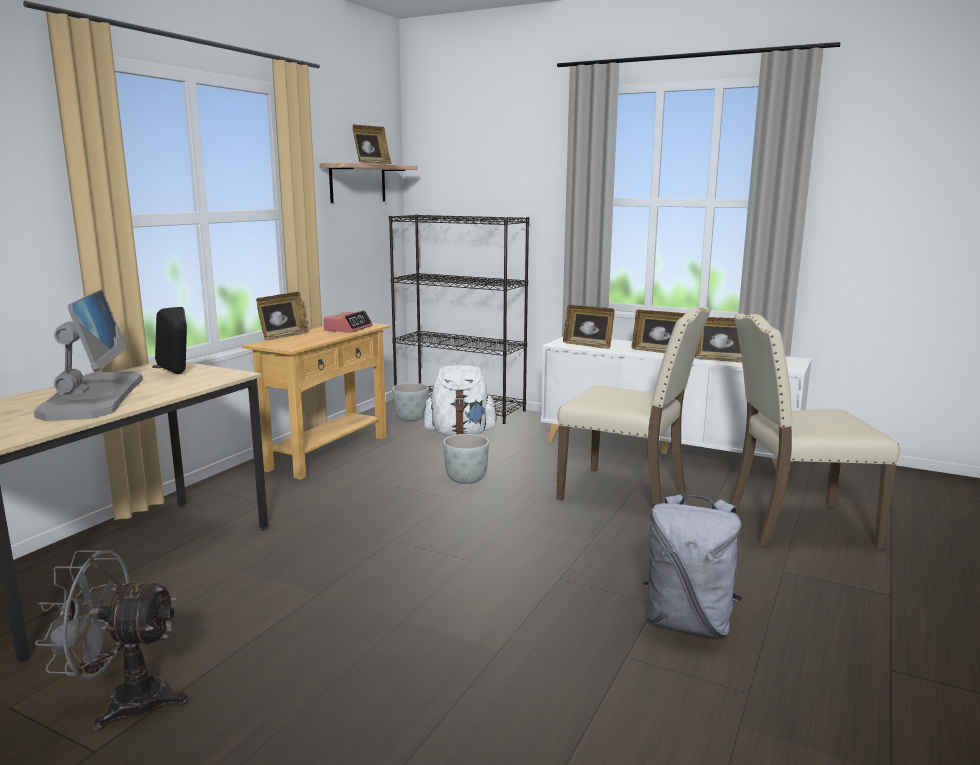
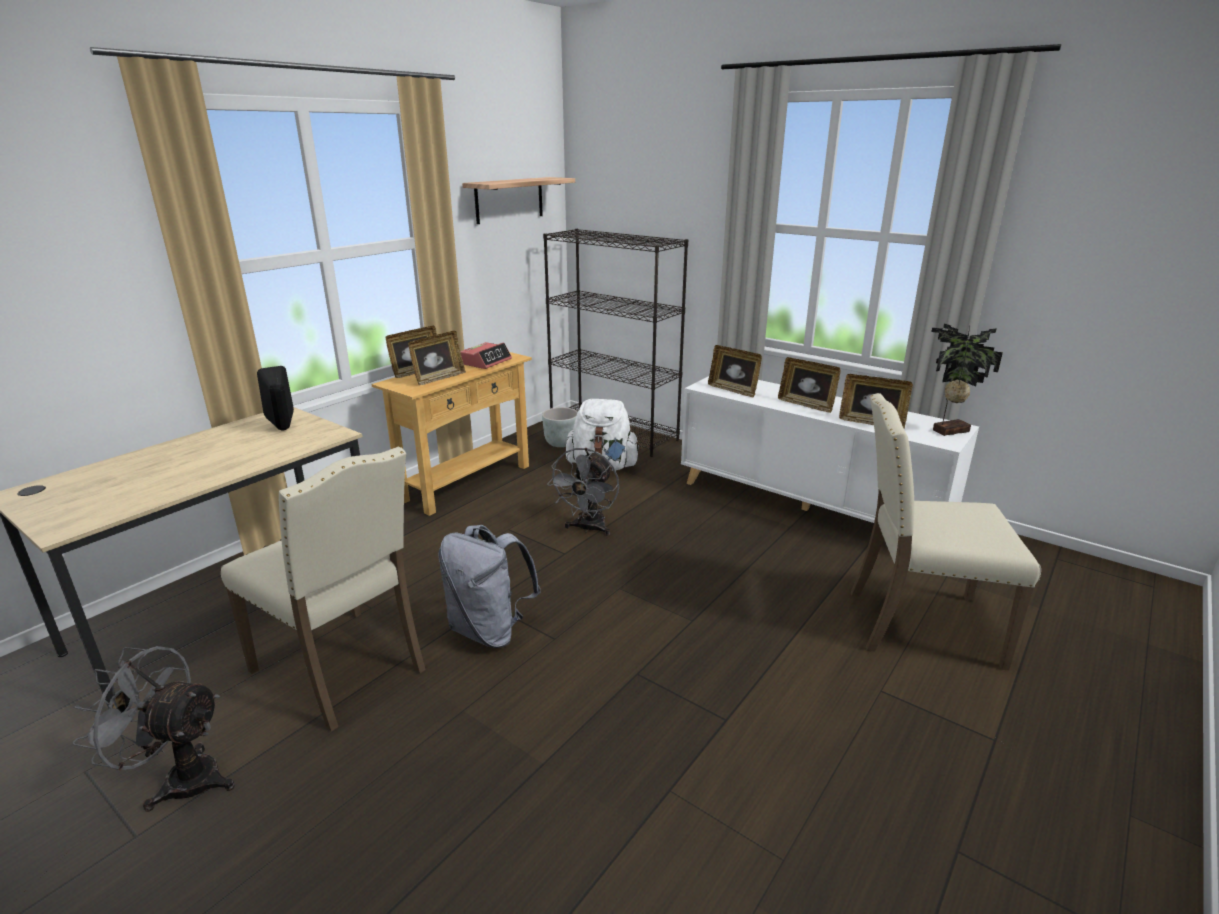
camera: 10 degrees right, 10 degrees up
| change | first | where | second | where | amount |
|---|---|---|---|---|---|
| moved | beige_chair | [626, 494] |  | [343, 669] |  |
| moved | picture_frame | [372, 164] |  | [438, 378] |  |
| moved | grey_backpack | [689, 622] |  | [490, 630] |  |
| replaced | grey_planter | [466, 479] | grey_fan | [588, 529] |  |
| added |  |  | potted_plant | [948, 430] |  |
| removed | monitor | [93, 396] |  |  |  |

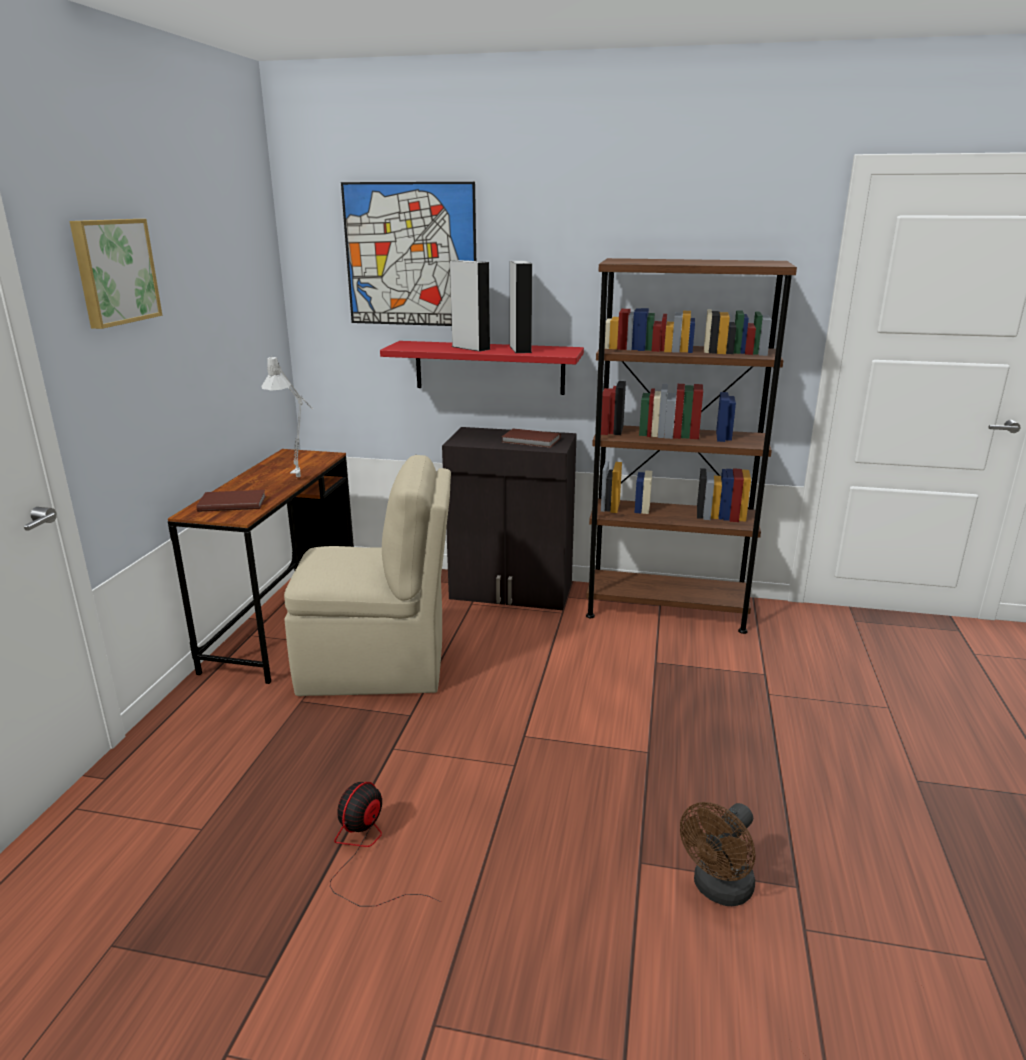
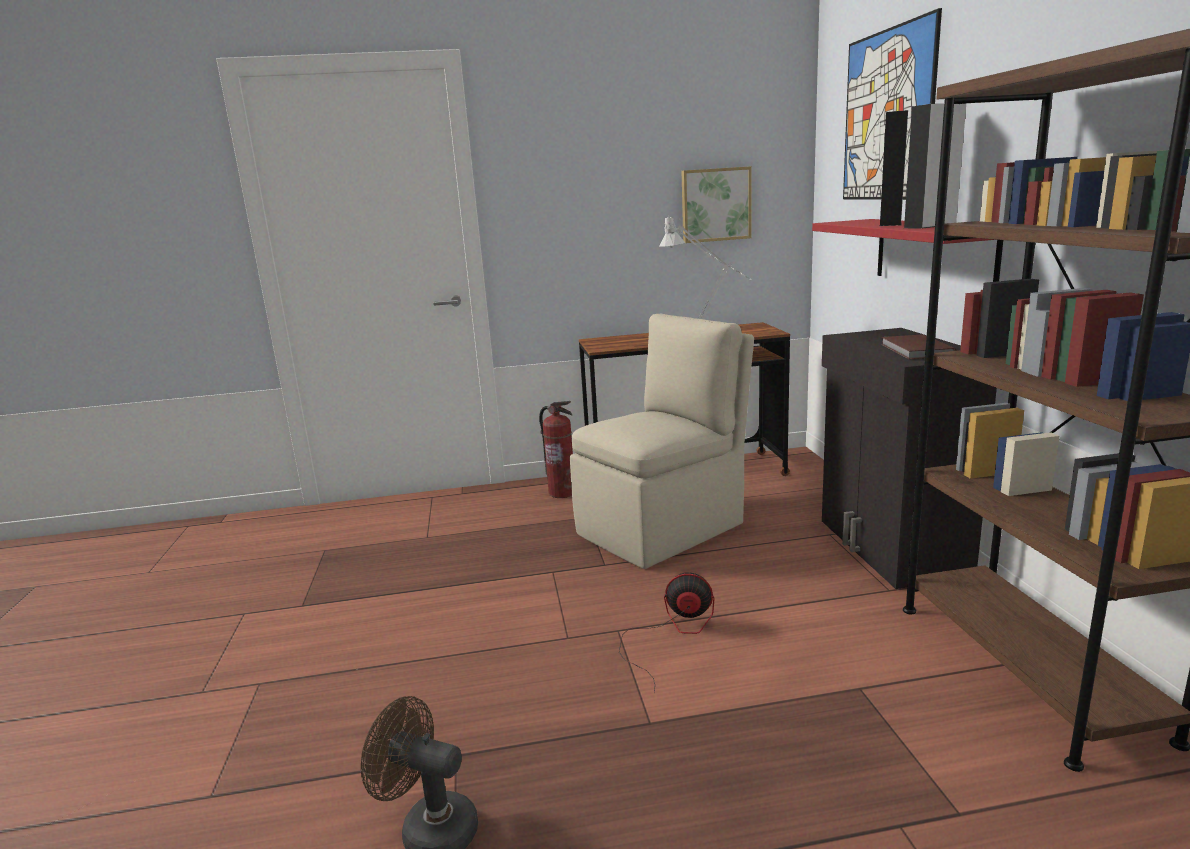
camera: 70 degrees right, 5 degrees down
| change | first | where | second | where | amount |
|---|---|---|---|---|---|
| added |  |  | fire_extinguisher | [562, 492] |  |
| turned | beige_chair | [377, 666] |  | [663, 528] | 105 degrees counterclockwise |
| moved | fan | [366, 853] |  | [671, 634] |  |
| moved | picture | [114, 271] |  | [715, 205] |  |
| removed | brown_book | [232, 503] |  |  |  |

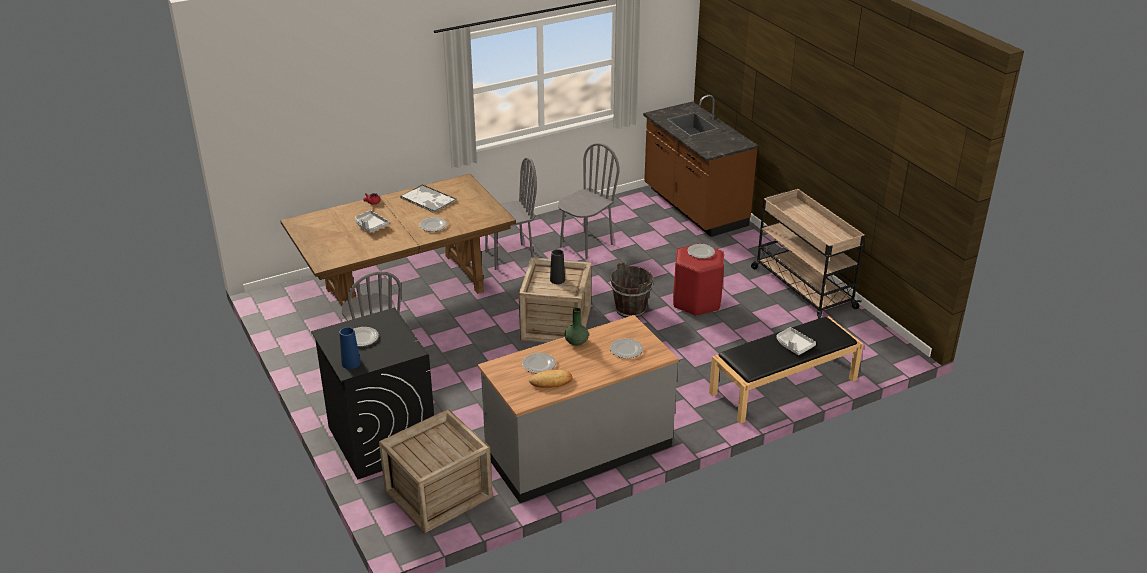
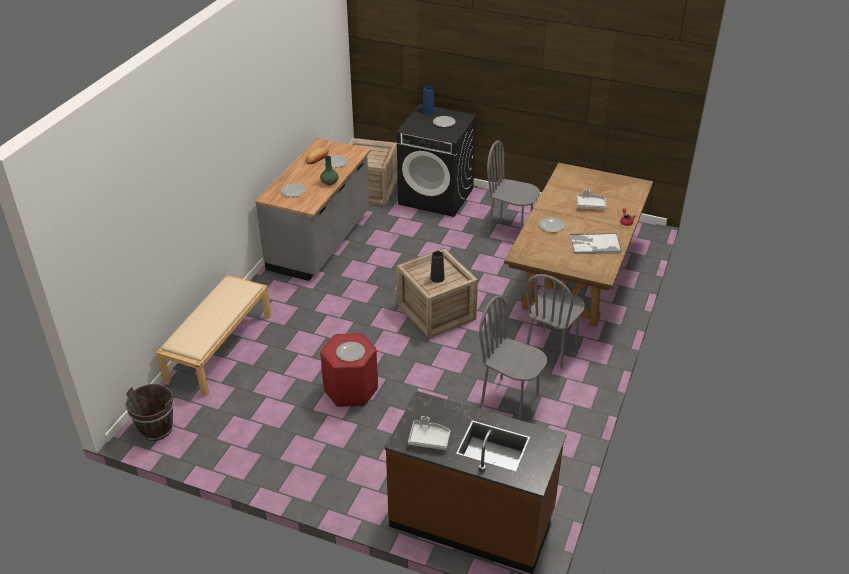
camera: 140 degrees right, 5 degrees up
| change | first | where | second | where | amount |
|---|---|---|---|---|---|
| moved | brown_bucket | [630, 309] |  | [156, 429] |  |
| recoloured | black_bench | [783, 387] | beige_bench | [219, 347] |  |
| moved | grey_tray | [794, 345] |  | [429, 439] |  |
| turned | grey_chair | [586, 245] |  | [510, 399] | 120 degrees clockwise |
| removed | beige_cart | [802, 287] |  |  |  |

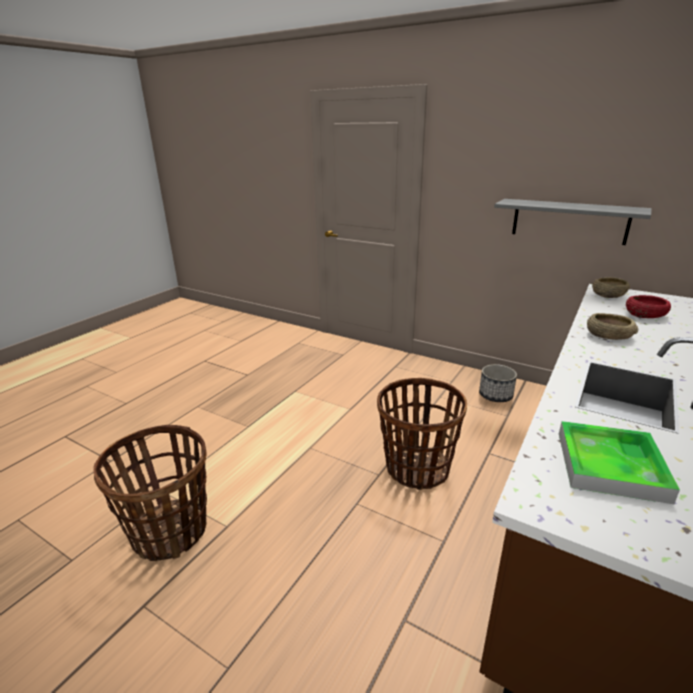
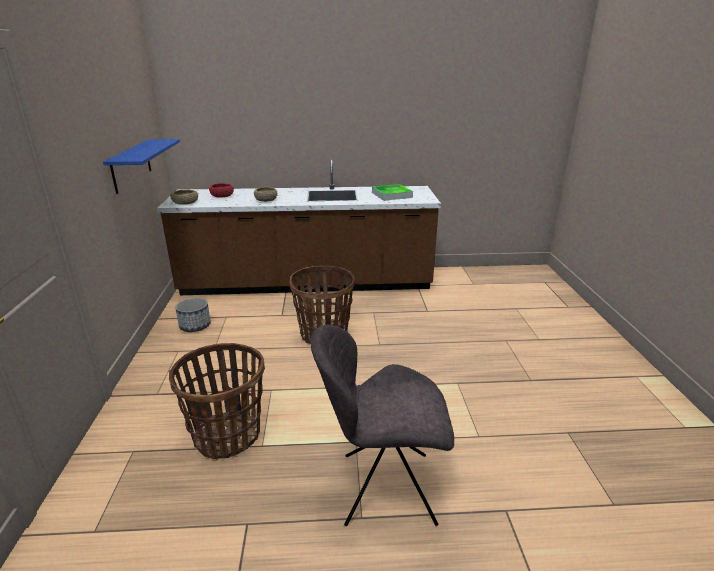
camera: 125 degrees left, 0 degrees up
| change | first | where | second | where | amount |
|---|---|---|---|---|---|
| recoloured | grey_shelf | [569, 221] | blue_shelf | [131, 165] |  |
| moved | basket | [170, 531] |  | [227, 435] |  |
| added |  |  | grey_chair | [383, 488] |  |

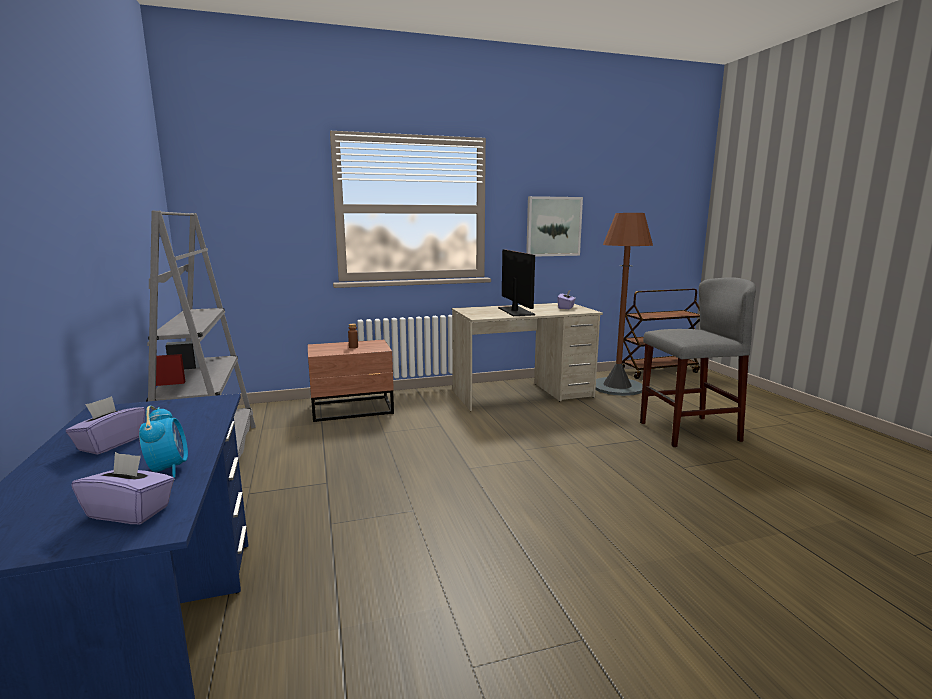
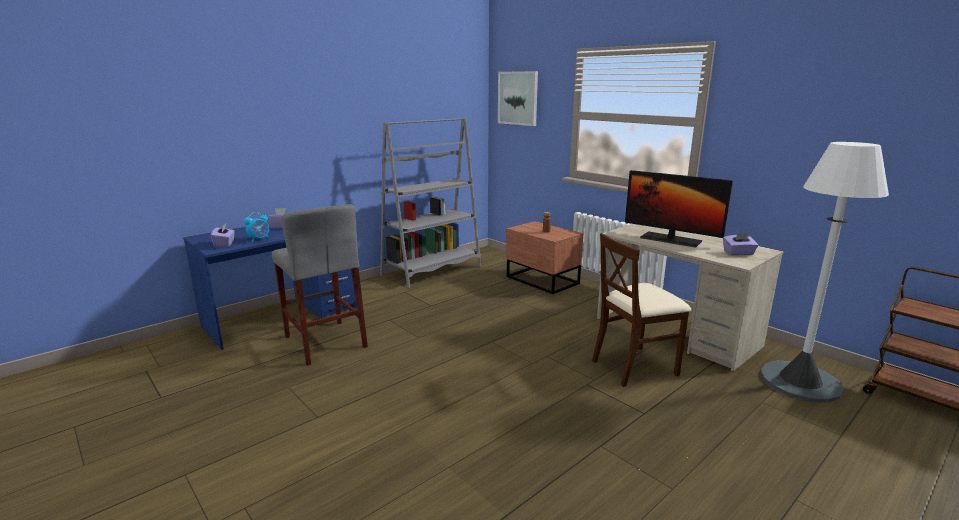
camera: 65 degrees right, 5 degrees up
| change | first | where | second | where | amount |
|---|---|---|---|---|---|
| moved | grey_stool | [688, 431] |  | [325, 341] |  |
| moved | picture | [553, 226] |  | [518, 98] |  |
| added |  |  | beige_chair | [634, 366] |  |
| turned | monitor | [516, 311] |  | [670, 239] | 75 degrees clockwise |
| recoloured | brown_floor_lamp | [617, 387] | white_floor_lamp | [800, 382] |  |

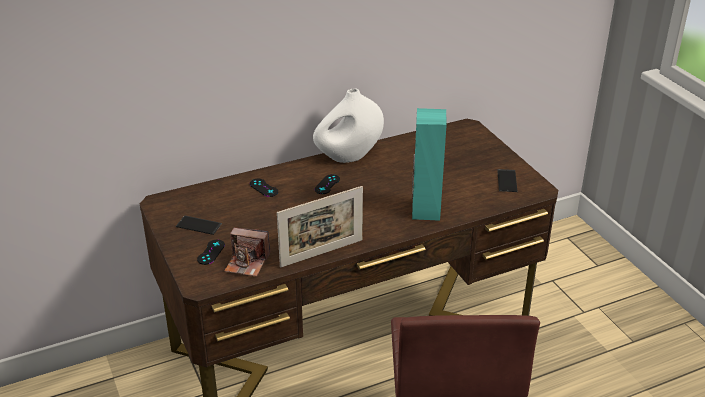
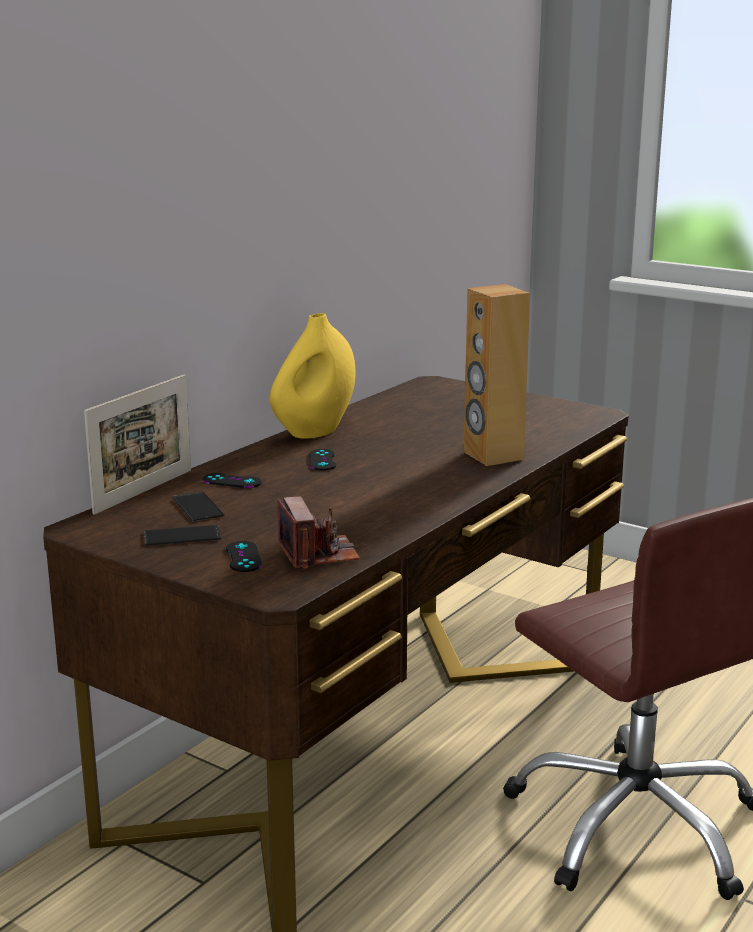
camera: 30 degrees left, 15 degrees down
| change | first | where | second | where | amount |
|---|---|---|---|---|---|
| moved | picture_frame | [322, 253] |  | [144, 491] |  |
| moved | phone | [507, 181] |  | [197, 507] |  |
| recoloured | white_vase | [348, 157] | yellow_vase | [314, 432] |  |
| turned | photo_camera | [247, 263] |  | [318, 554] | 90 degrees counterclockwise |
| recoloured | turquoise_speaker | [425, 211] | brown_speaker | [492, 456] |  |

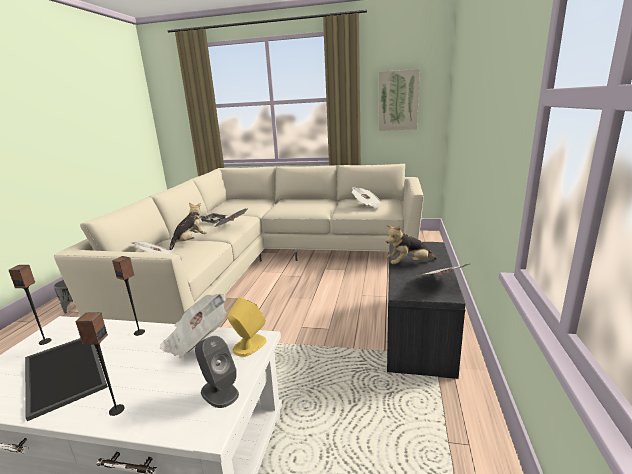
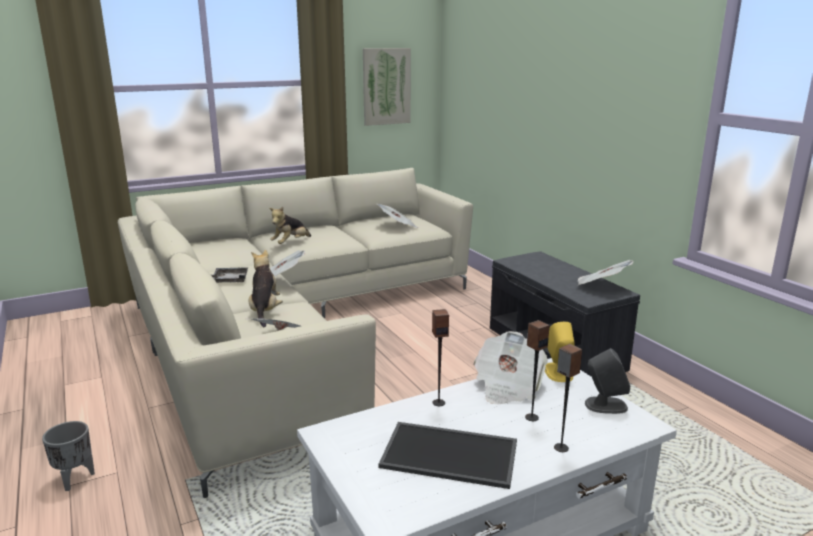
camera: 40 degrees left, 0 degrees up
| change | first | where | second | where | amount |
|---|---|---|---|---|---|
| moved | plush_toy | [409, 264] |  | [290, 243] |  |
| moved | speaker | [45, 341] |  | [531, 417] |  |

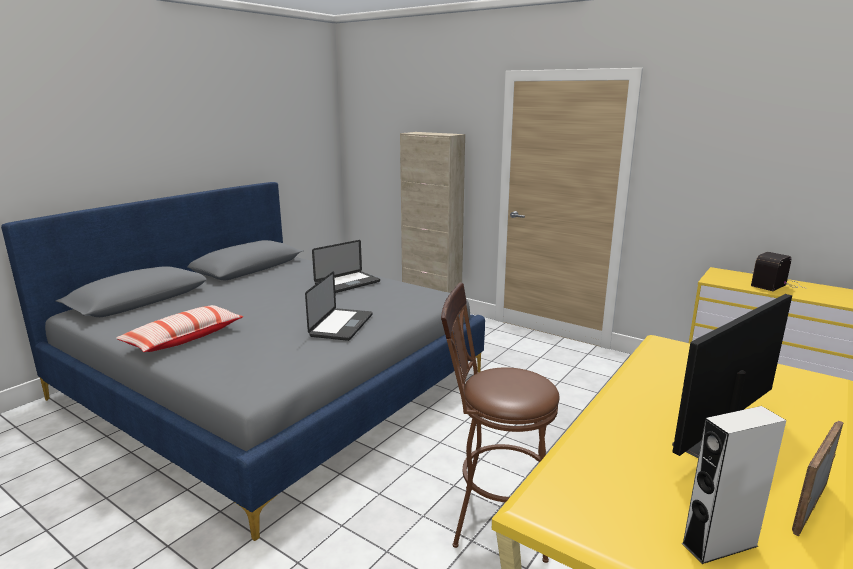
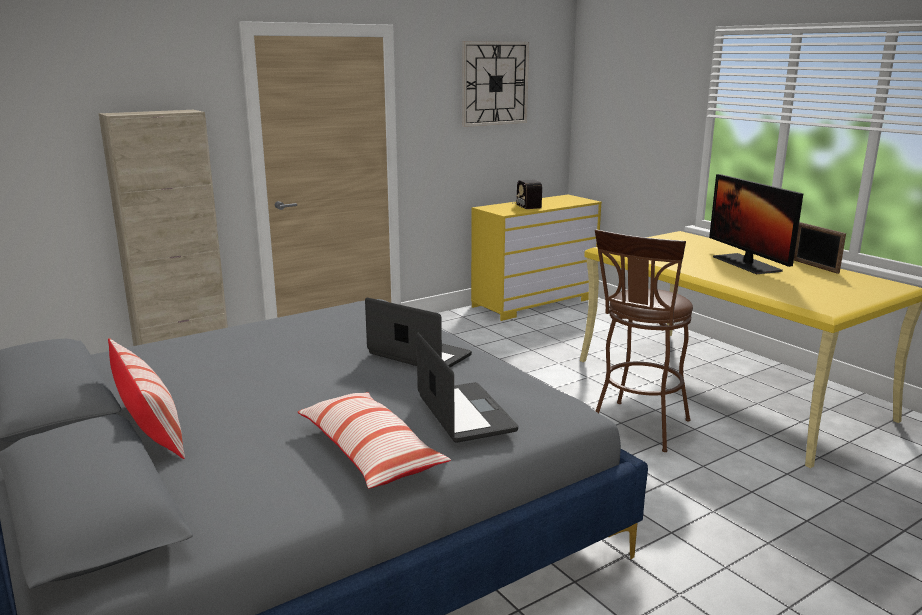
camera: 70 degrees left, 0 degrees up
| change | first | where | second | where | amount |
|---|---|---|---|---|---|
| added |  |  | pillow | [150, 428] |  |
| moved | laptop | [347, 283] |  | [465, 413] |  |
| added |  |  | wall_clock | [494, 83] |  |
| removed | grey_speaker | [719, 544] |  |  |  |

